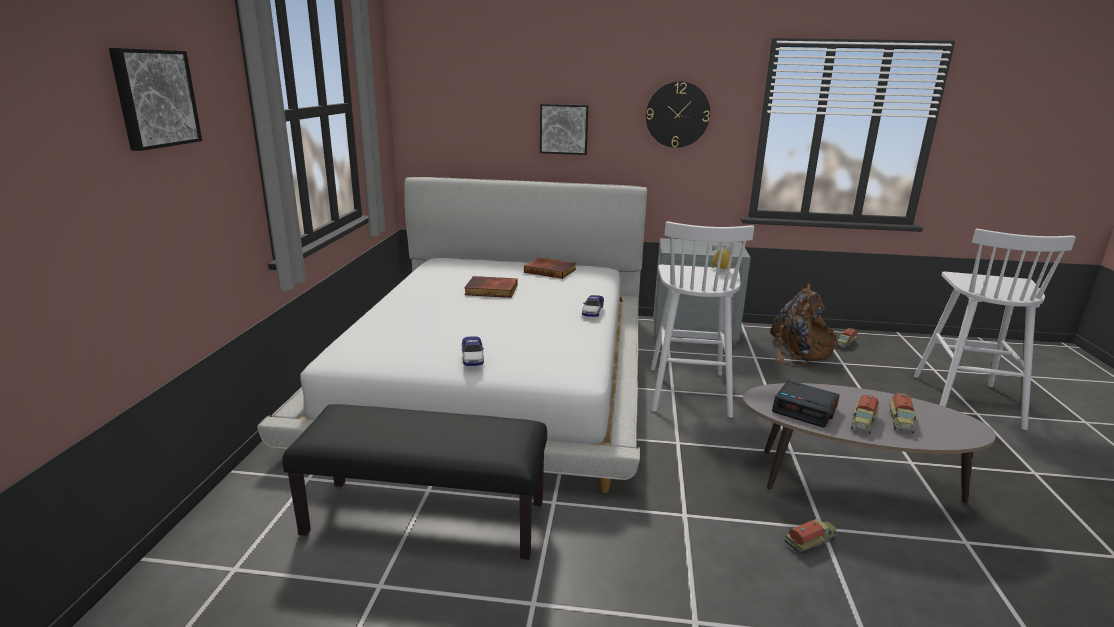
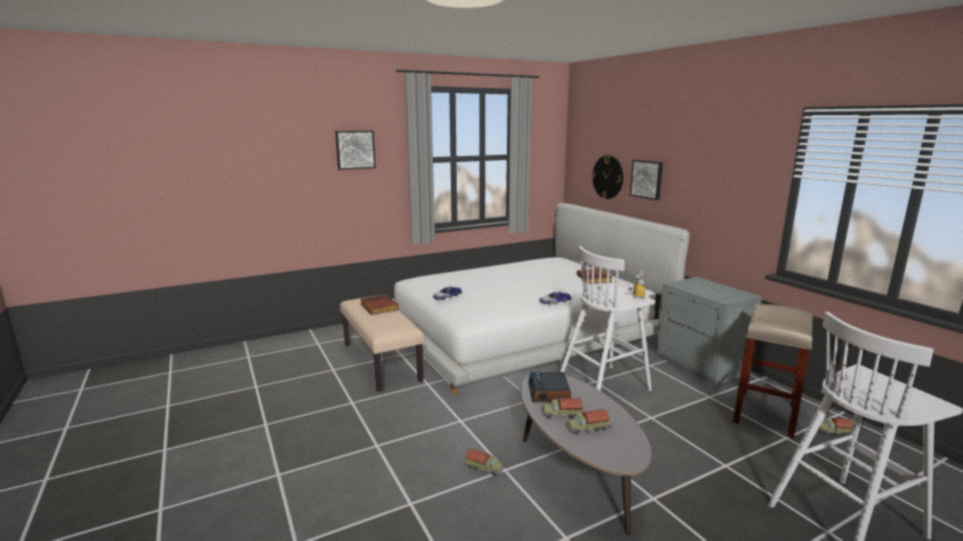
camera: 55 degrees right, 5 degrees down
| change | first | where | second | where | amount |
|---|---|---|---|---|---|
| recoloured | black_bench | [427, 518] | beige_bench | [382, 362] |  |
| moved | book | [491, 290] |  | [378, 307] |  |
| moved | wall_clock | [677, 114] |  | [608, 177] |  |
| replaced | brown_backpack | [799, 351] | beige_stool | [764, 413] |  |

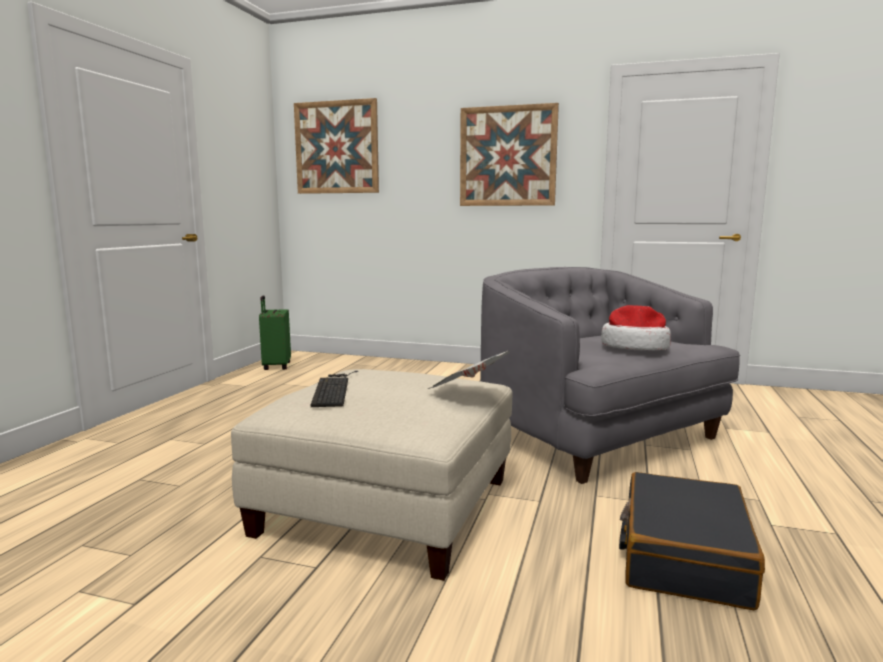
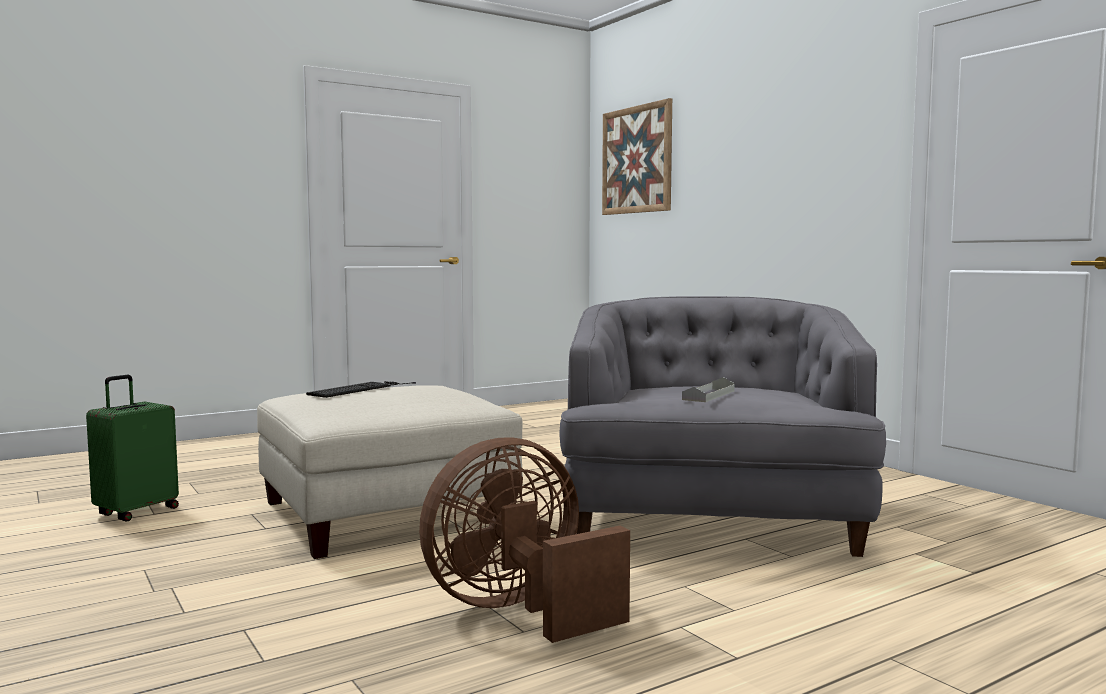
camera: 40 degrees right, 5 degrees down
| change | first | where | second | where | amount |
|---|---|---|---|---|---|
| moved | green_suitcase | [276, 366] |  | [136, 512] |  |
| replaced | black_suitcase | [683, 556] | brown_fan | [519, 611] |  |
| replaced | hat | [634, 347] | grey_tray | [708, 395] |  |
| removed | newspaper | [468, 392] |  |  |  |
| removed | picture | [507, 156] |  |  |  |

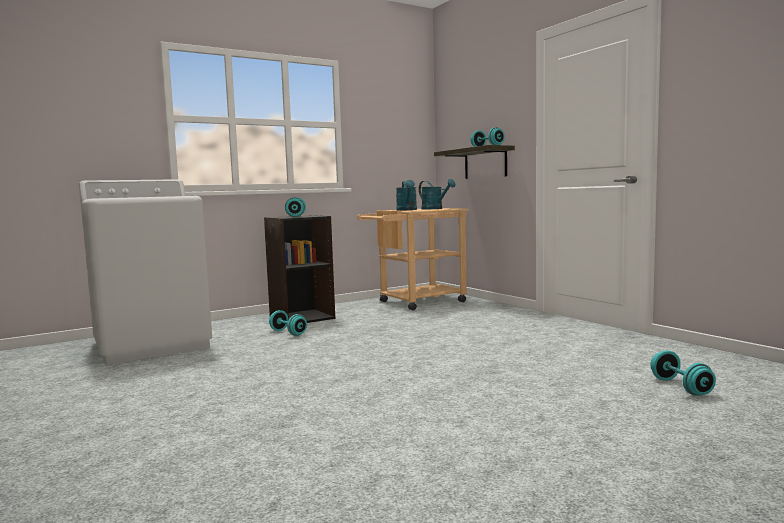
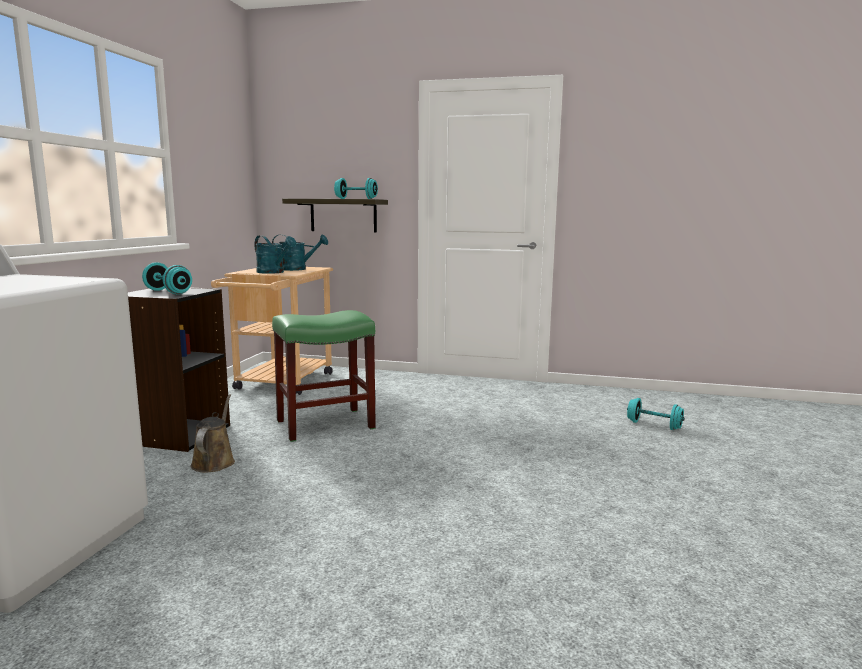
camera: 45 degrees left, 5 degrees up
| change | first | where | second | where | amount |
|---|---|---|---|---|---|
| replaced | turquoise_dumbbell | [288, 333] | brown_watering_can | [214, 461] |  |
| added |  |  | green_stool | [324, 425] |  |

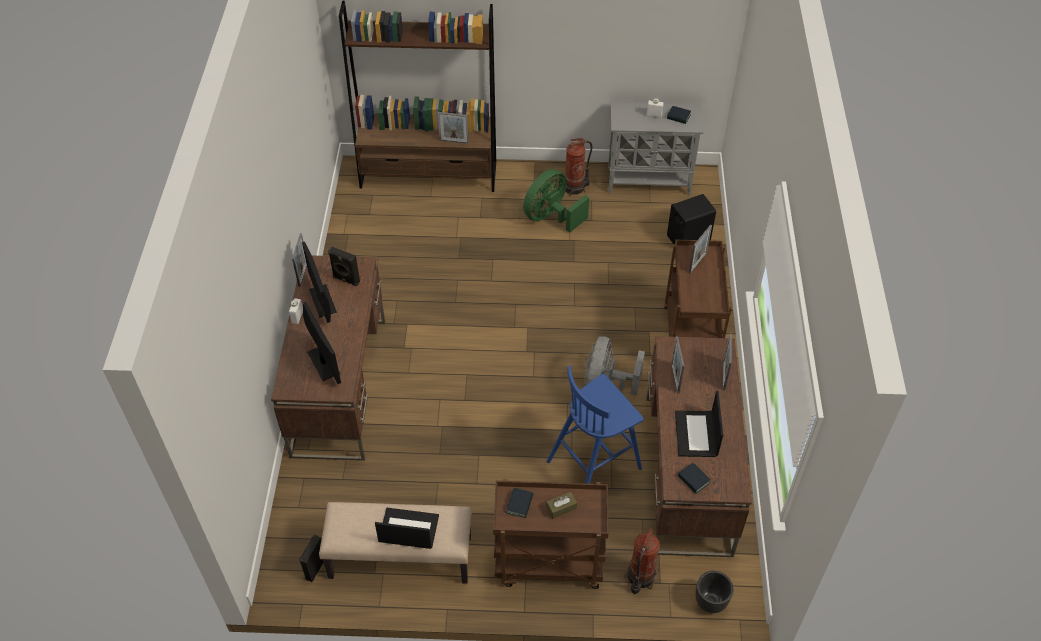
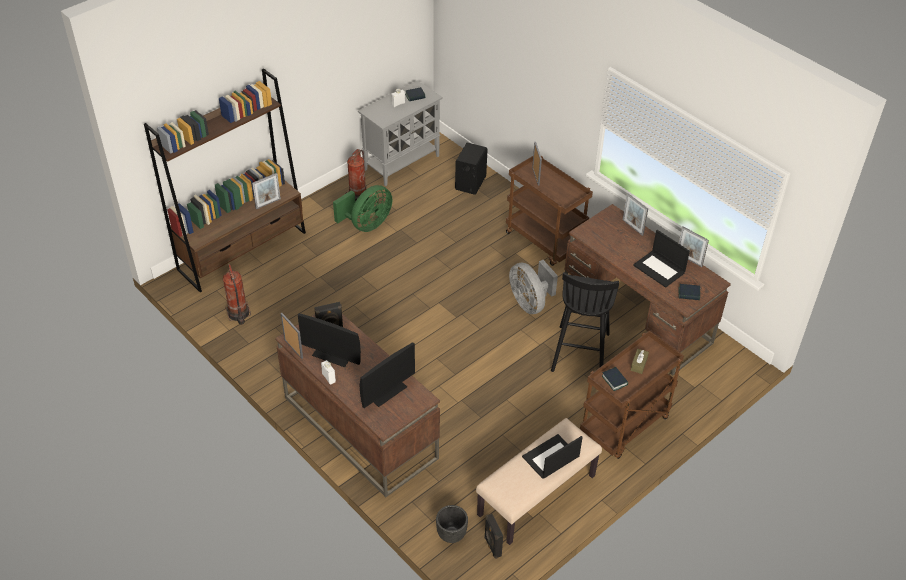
camera: 45 degrees left, 5 degrees down
| change | first | where | second | where | amount |
|---|---|---|---|---|---|
| moved | fire_extinguisher | [639, 577] |  | [238, 314] |  |
| turned | green_fan | [551, 217] |  | [367, 224] | 135 degrees counterclockwise |
| turned | monitor | [323, 362] |  | [387, 392] | 120 degrees clockwise |
| moved | black_planter | [711, 602] |  | [452, 534] |  |
| recoloured | blue_stool | [595, 464] | black_stool | [580, 351] |  |
| moved | picture_frame | [675, 378] |  | [689, 260] |  |

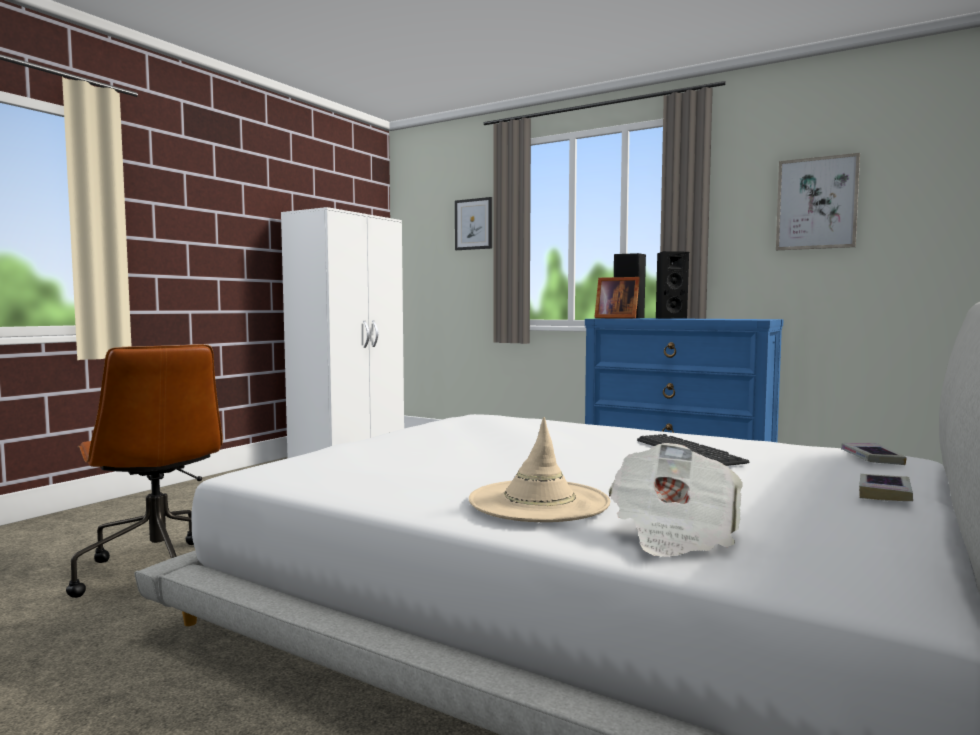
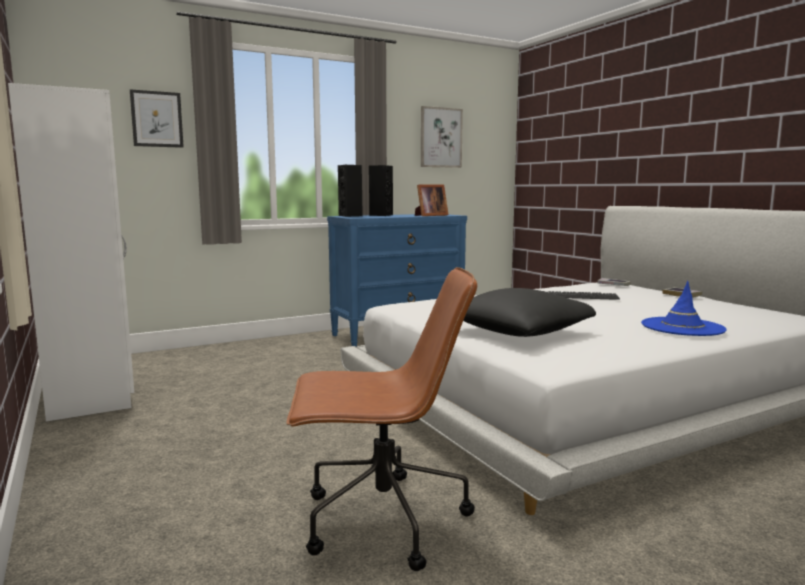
camera: 60 degrees left, 5 degrees up
| change | first | where | second | where | amount |
|---|---|---|---|---|---|
| moved | picture_frame | [615, 318] |  | [430, 215] |  |
| added |  |  | black_pillow | [519, 332] |  |
| recoloured | beige_hat | [538, 501] | blue_hat | [682, 327] |  |
| removed | newspaper | [673, 534] |  |  |  |

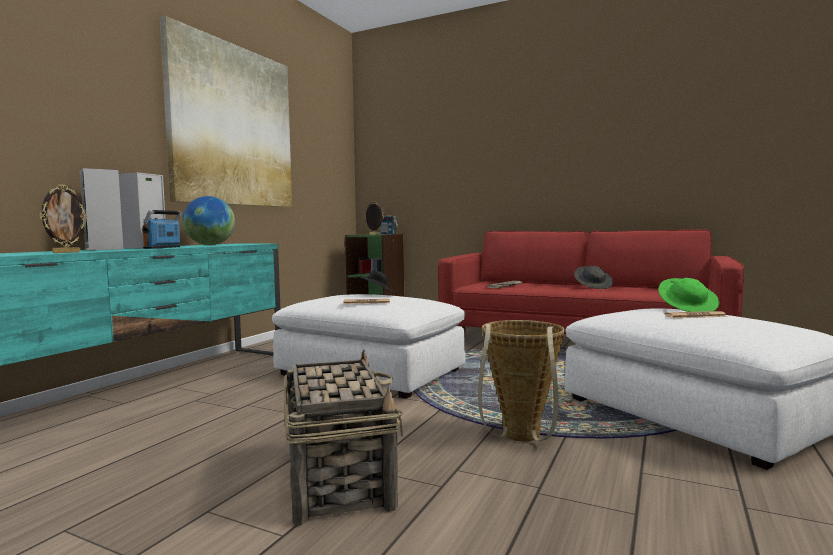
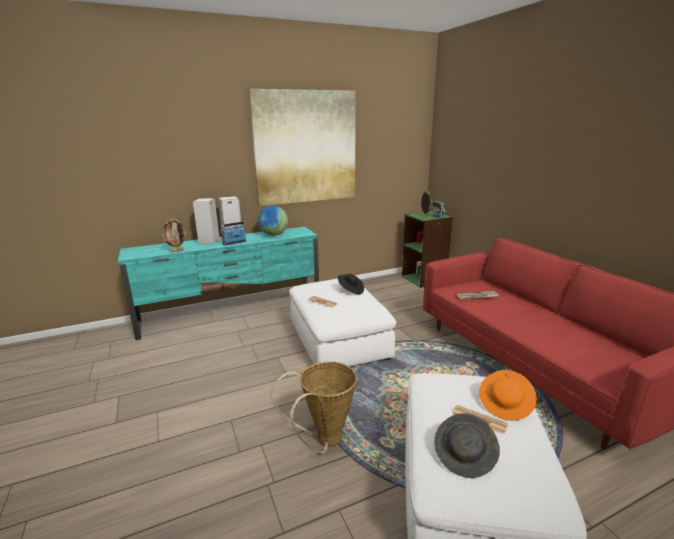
camera: 40 degrees right, 15 degrees up
| change | first | where | second | where | amount |
|---|---|---|---|---|---|
| moved | grey_hat | [593, 287] |  | [465, 456] |  |
| recoloured | green_hat | [688, 309] | orange_hat | [506, 405] |  |
| removed | basket | [338, 477] |  |  |  |

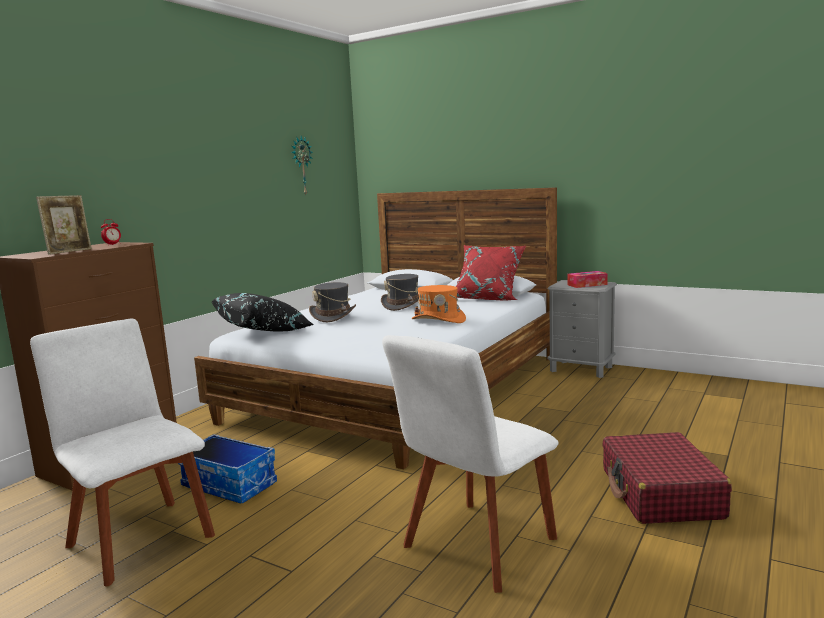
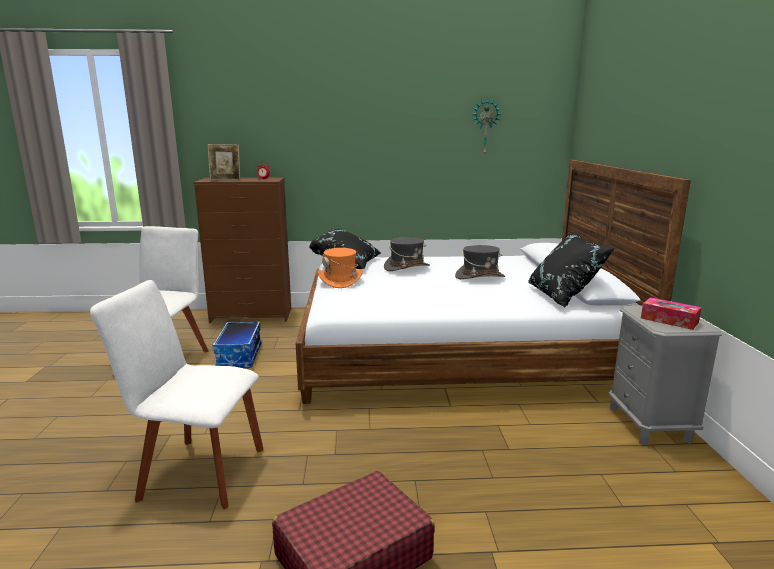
camera: 55 degrees right, 5 degrees up
| change | first | where | second | where | amount |
|---|---|---|---|---|---|
| moved | orange_hat | [438, 320] |  | [340, 280] |  |
| recoloured | red_pillow | [488, 298] | black_pillow | [564, 297] |  |

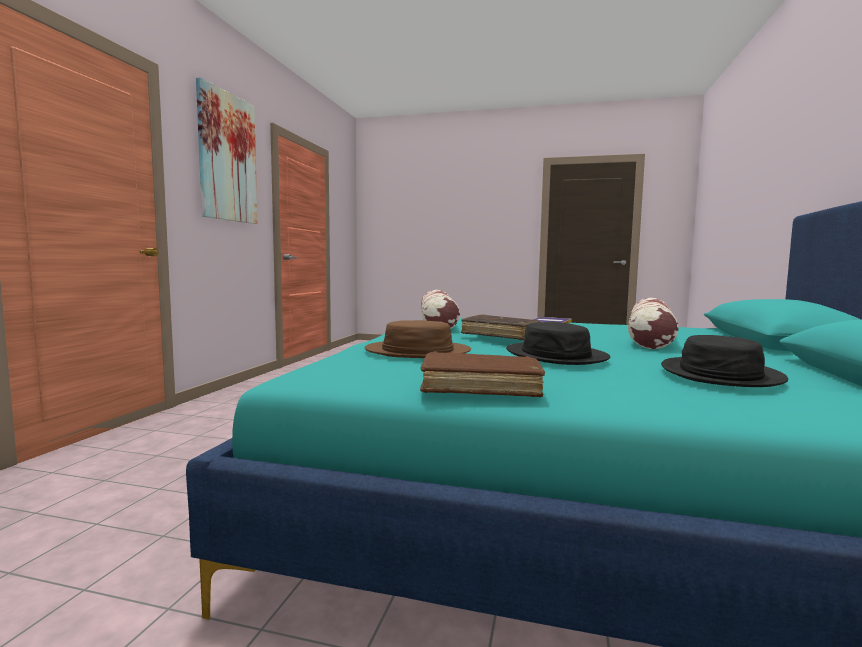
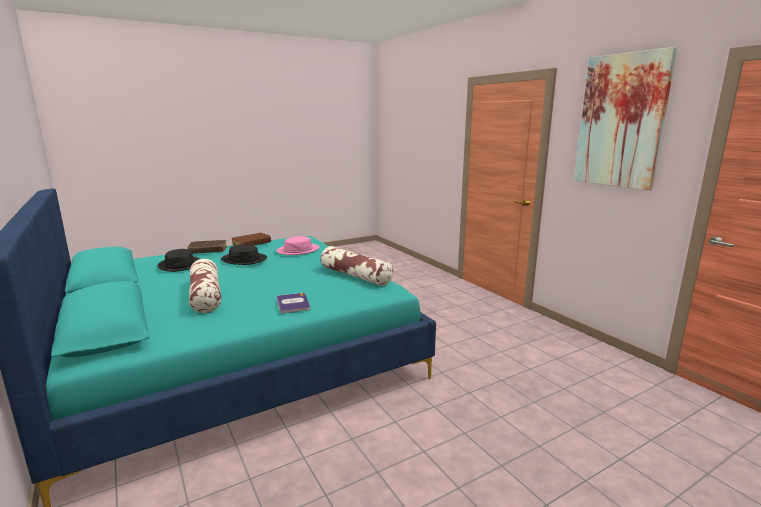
camera: 135 degrees right, 10 degrees up
| change | first | where | second | where | amount |
|---|---|---|---|---|---|
| moved | brown_book | [501, 335] |  | [207, 251] |  |
| recoloured | brown_hat | [417, 351] | pink_hat | [298, 250] |  |

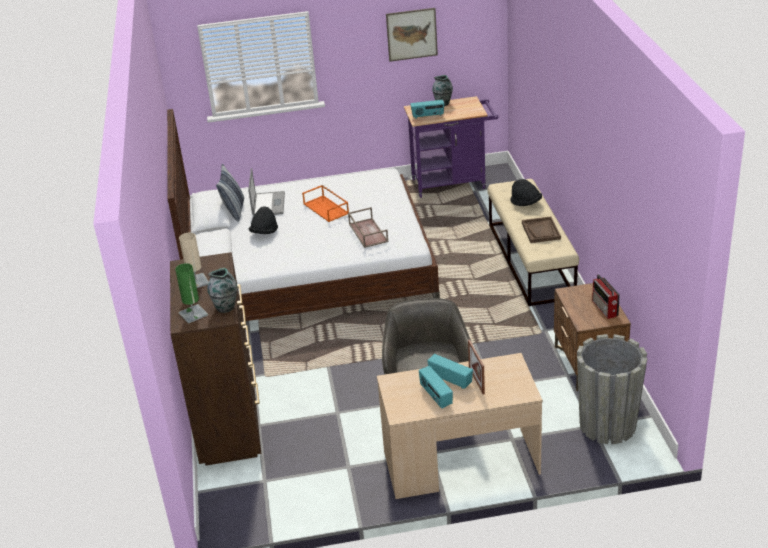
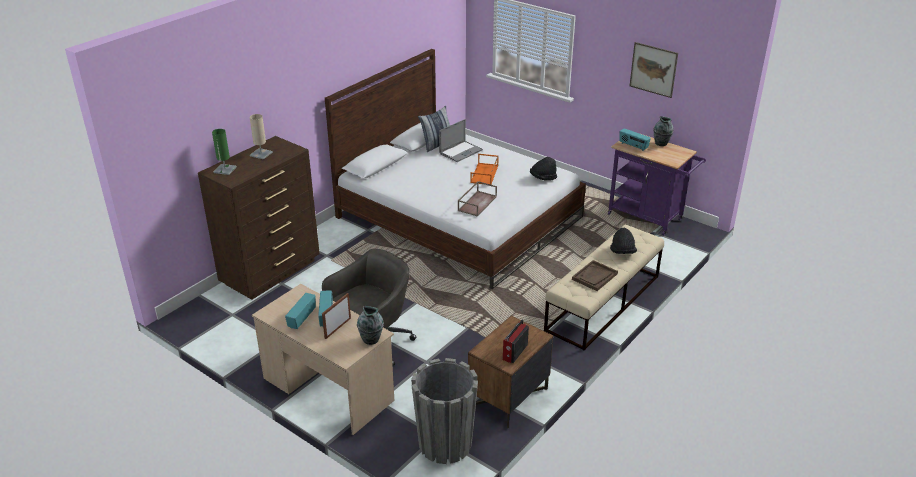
camera: 45 degrees right, 0 degrees up
| change | first | where | second | where | amount |
|---|---|---|---|---|---|
| moved | vase | [226, 307] |  | [371, 340] |  |
| moved | black_hat | [264, 232] |  | [543, 178] |  |

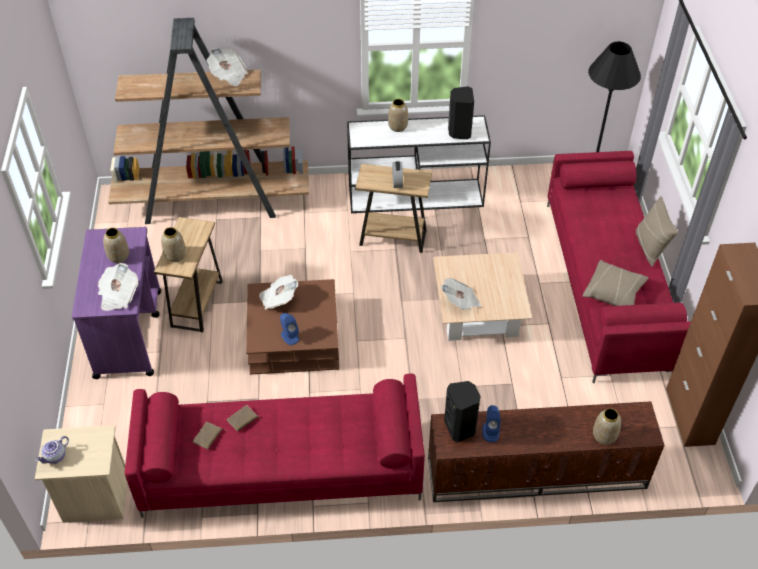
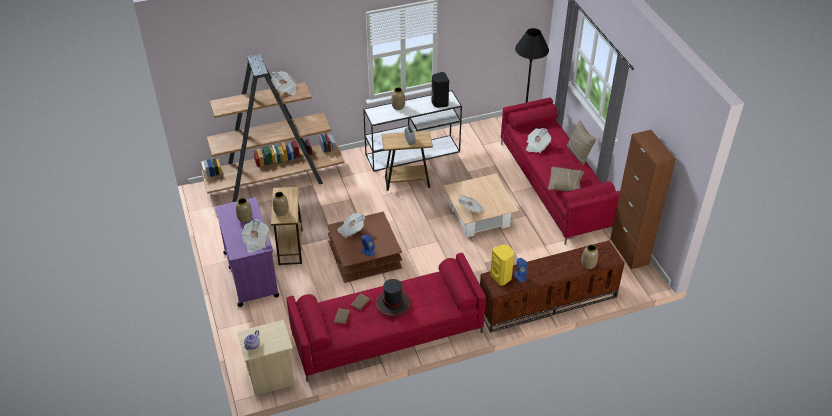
camera: 15 degrees left, 5 degrees down
| change | first | where | second | where | amount |
|---|---|---|---|---|---|
| added |  |  | hat | [393, 304] |  |
| recoloured | black_speaker | [461, 427] | yellow_speaker | [501, 277] |  |
| added |  |  | newspaper | [536, 146] |  |

